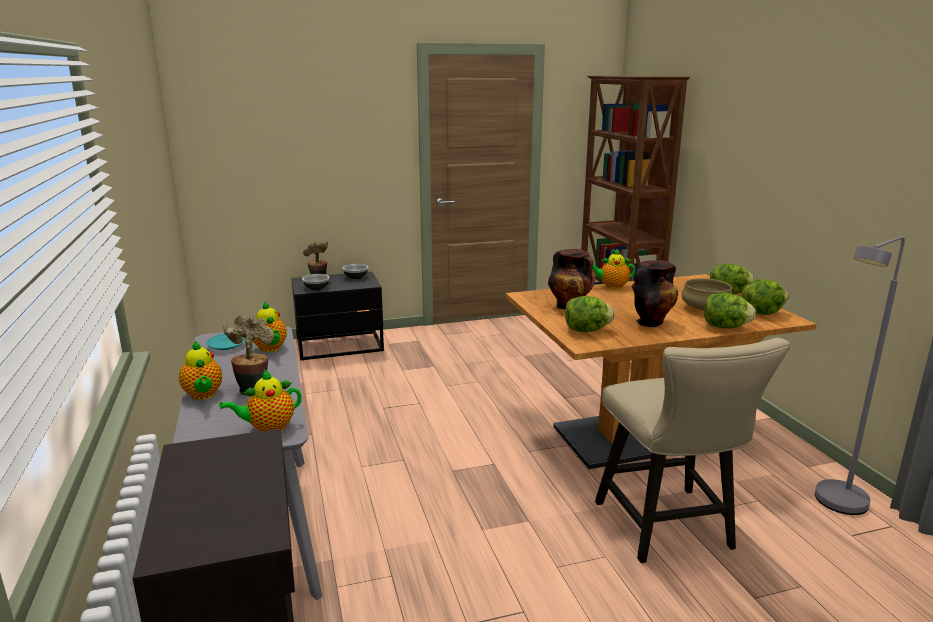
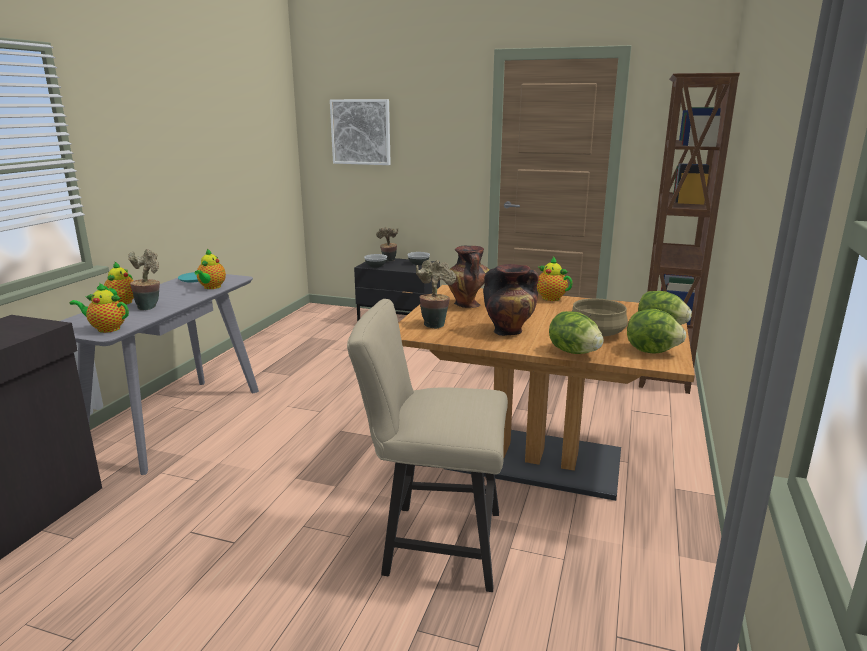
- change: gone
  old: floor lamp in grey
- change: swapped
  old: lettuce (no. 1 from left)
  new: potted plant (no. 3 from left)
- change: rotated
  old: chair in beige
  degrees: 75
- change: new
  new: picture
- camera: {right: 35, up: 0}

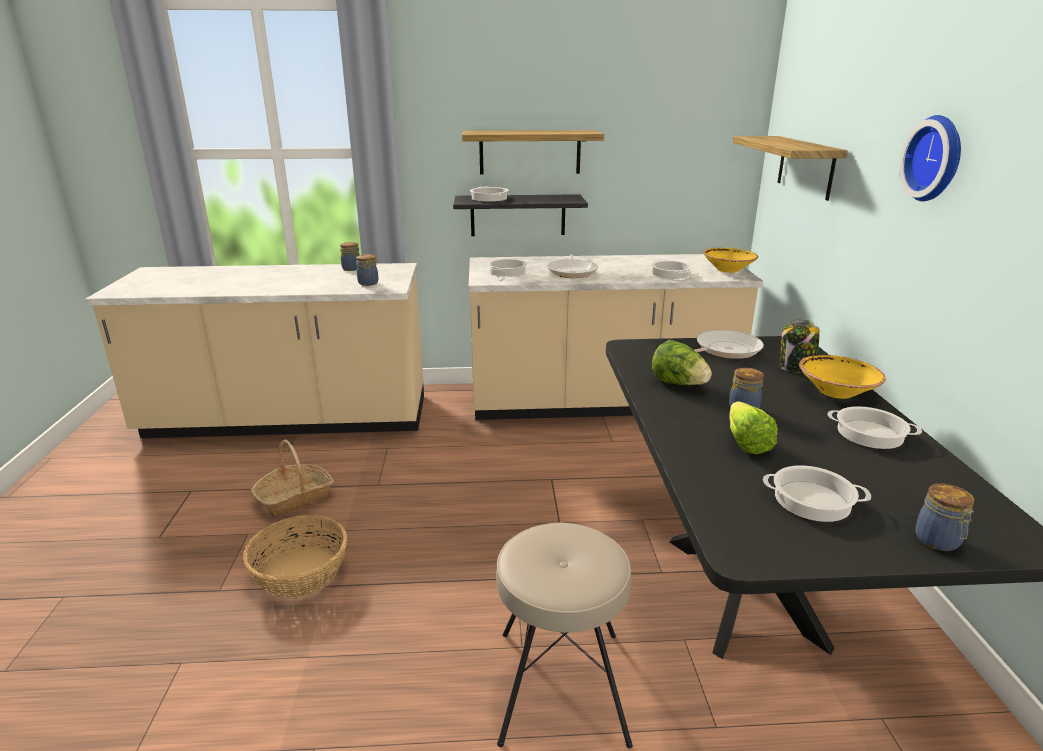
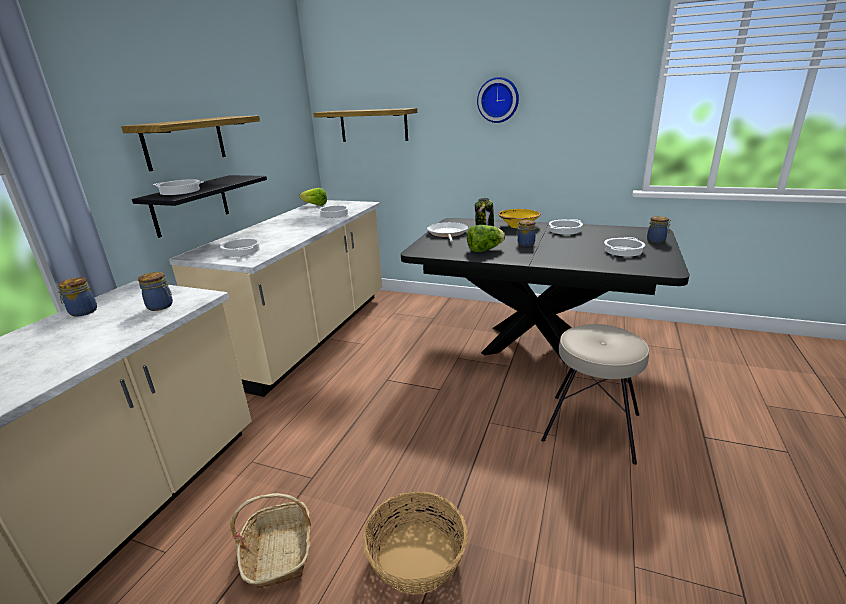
- change: gone
  old: bowl in yellow (no. 1 from left)
- change: gone
  old: frying pan (no. 1 from left)
- change: shifted
  old: lettuce (no. 2 from left in the first image)
  new: lettuce (no. 1 from left)
- camera: {right: -65, up: 0}

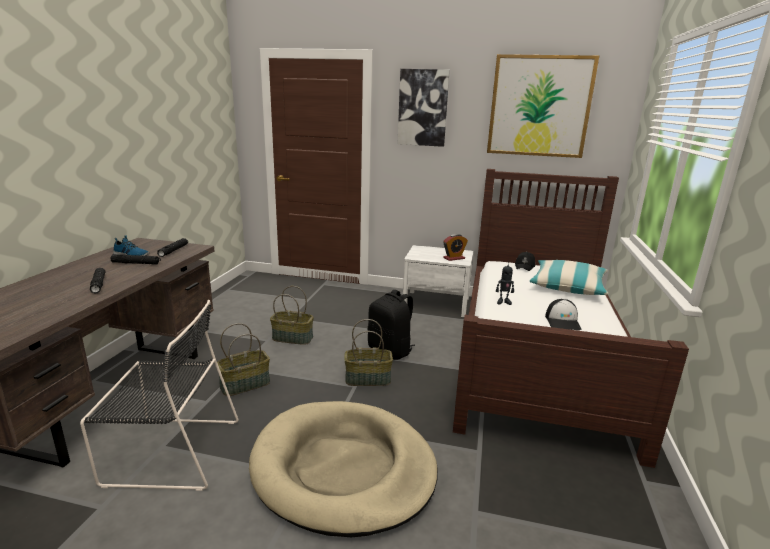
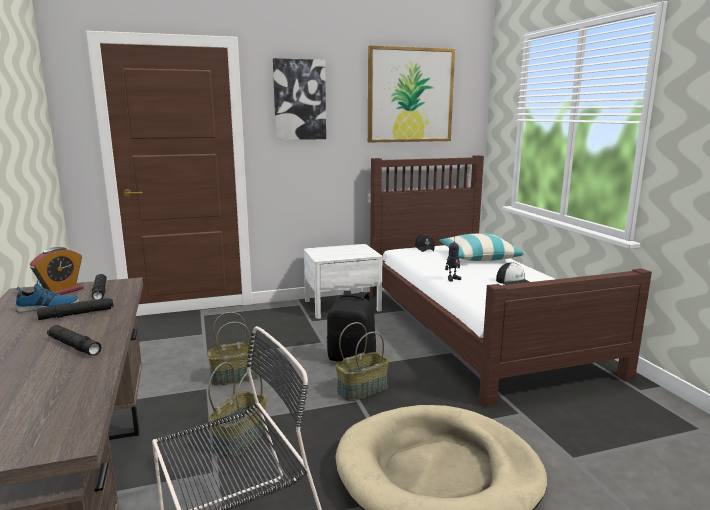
- change: shifted
  old: alarm clock
- camera: {right: -30, up: -5}

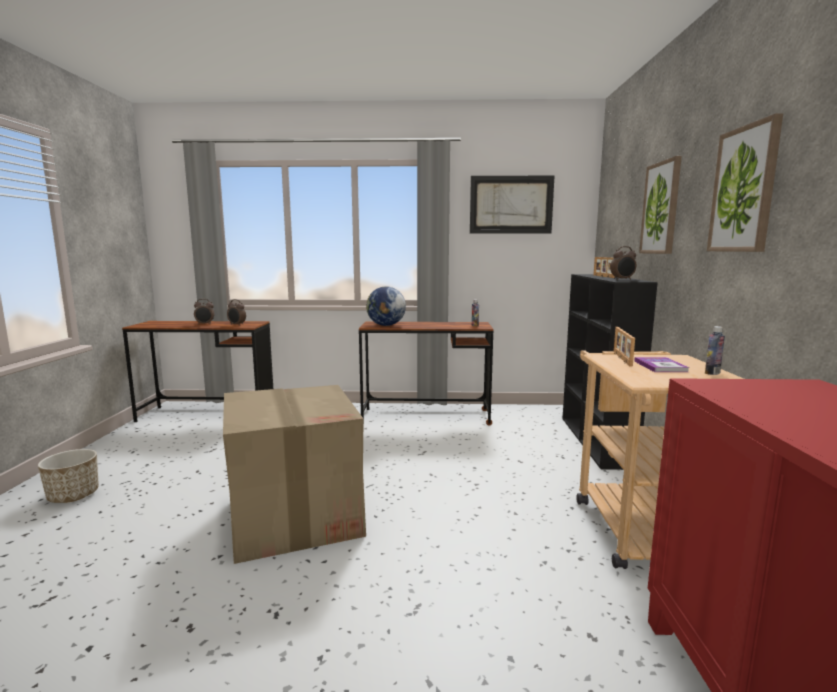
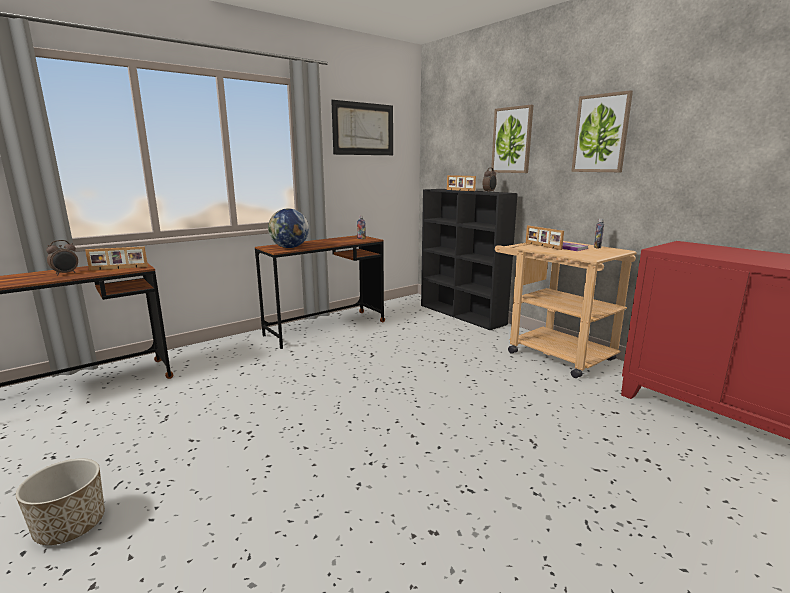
- change: swapped
  old: alarm clock (no. 2 from left)
  new: picture frame (no. 1 from left)
- change: gone
  old: cardboard box
- camera: {right: -40, up: 5}

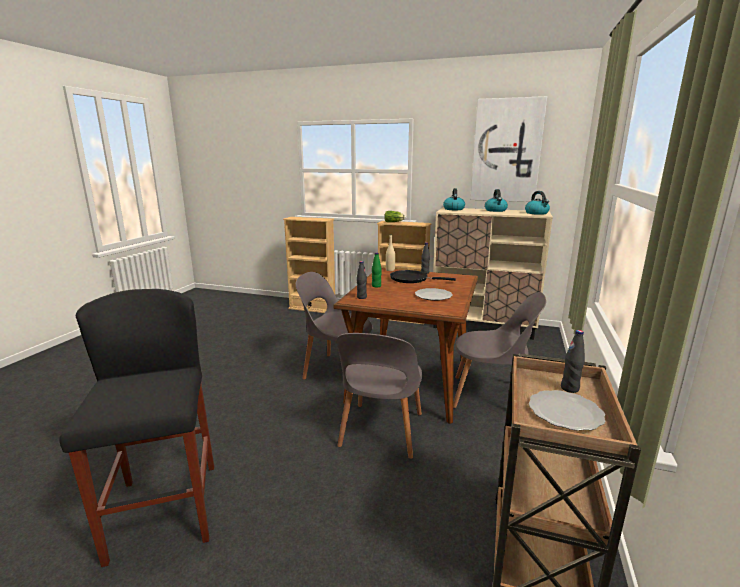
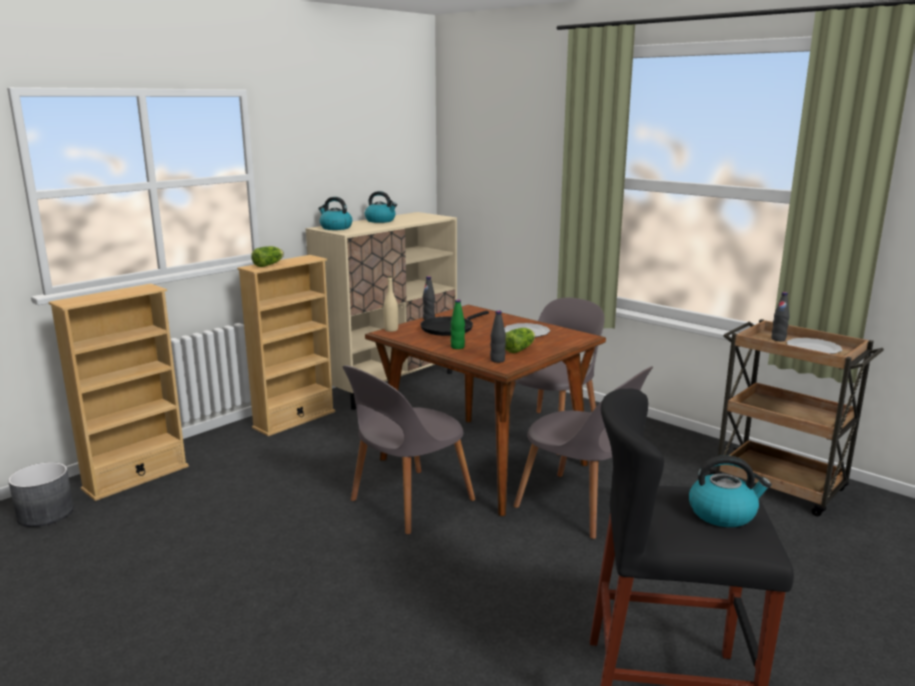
- change: gone
  old: picture
- change: shifted
  old: kettle (no. 3 from left)
- change: new
  new: lettuce (no. 2 from left)
- change: new
  new: planter in grey
- camera: {right: -65, up: 0}

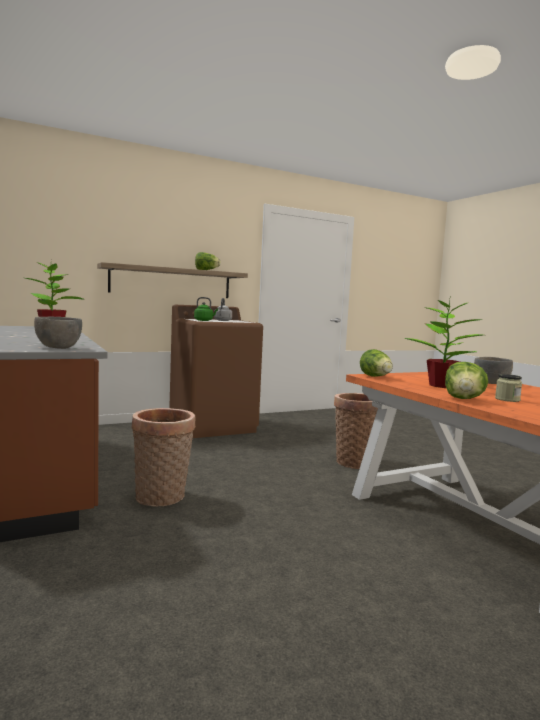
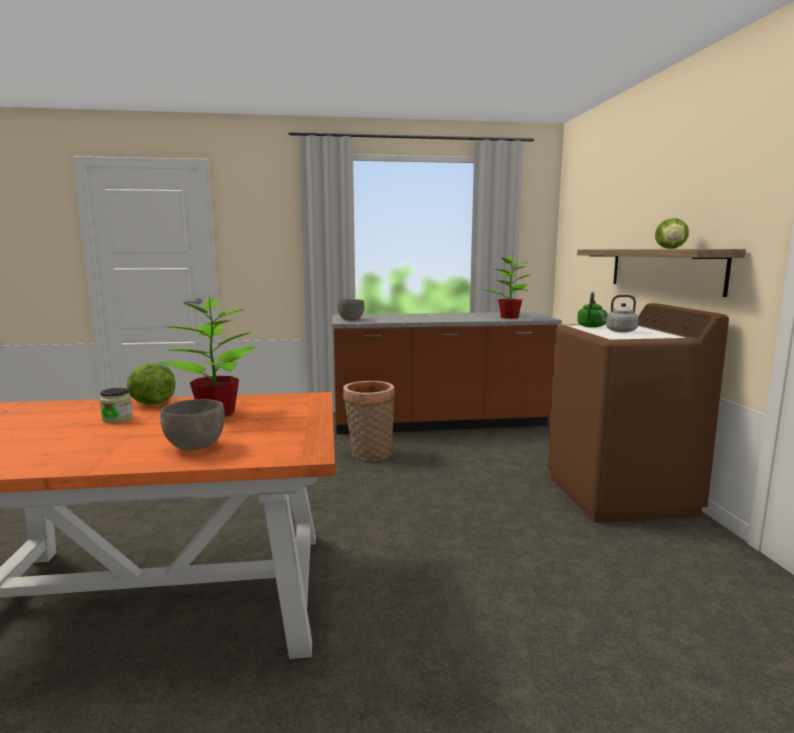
- change: gone
  old: lettuce (no. 2 from left)
- change: gone
  old: basket (no. 2 from left)
- camera: {right: 110, up: 5}

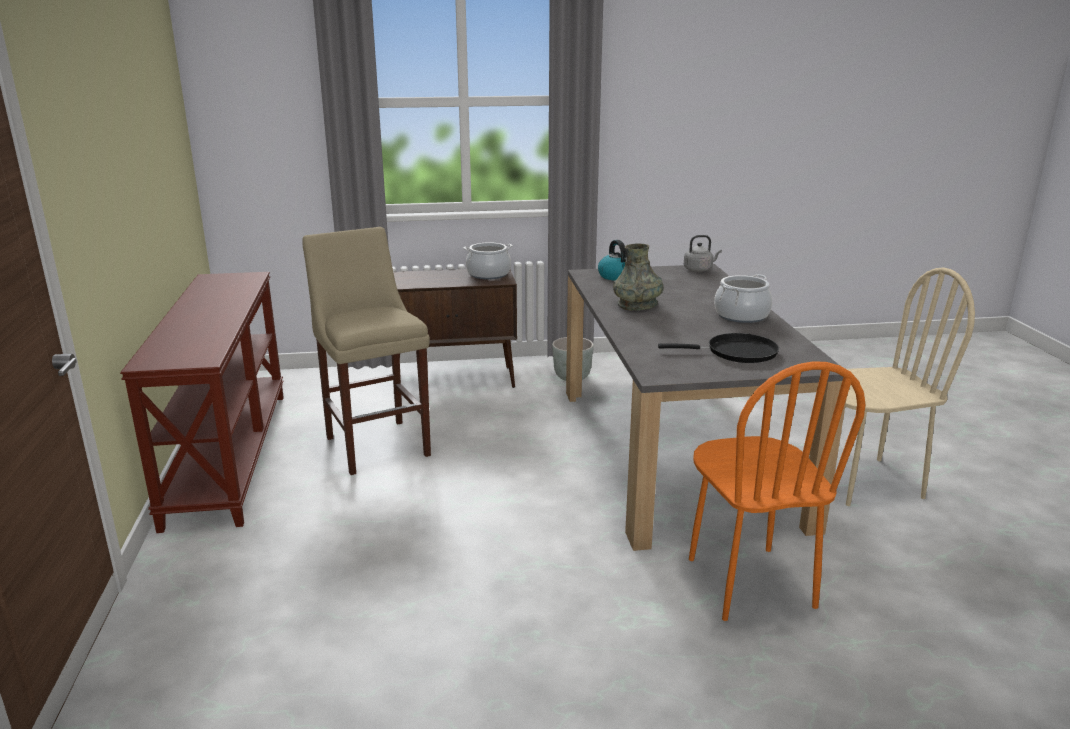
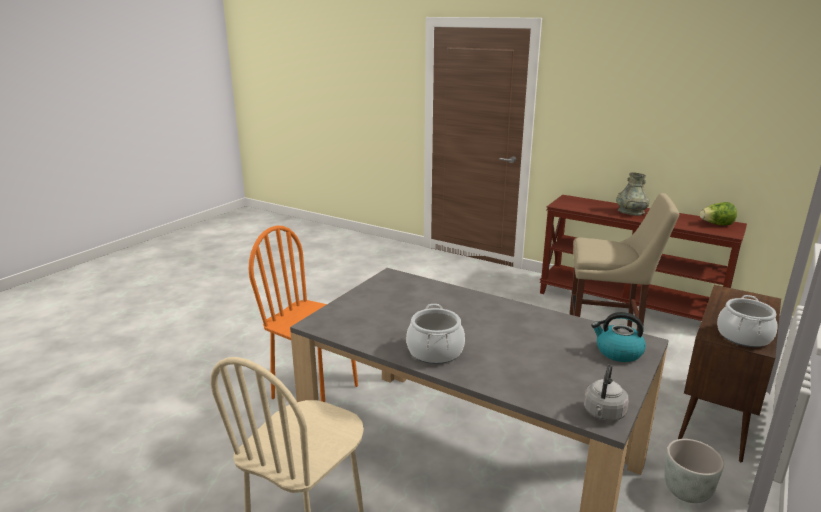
- change: shifted
  old: vase in grey
- change: gone
  old: frying pan in black
- change: new
  new: lettuce
- camera: {right: 130, up: 0}

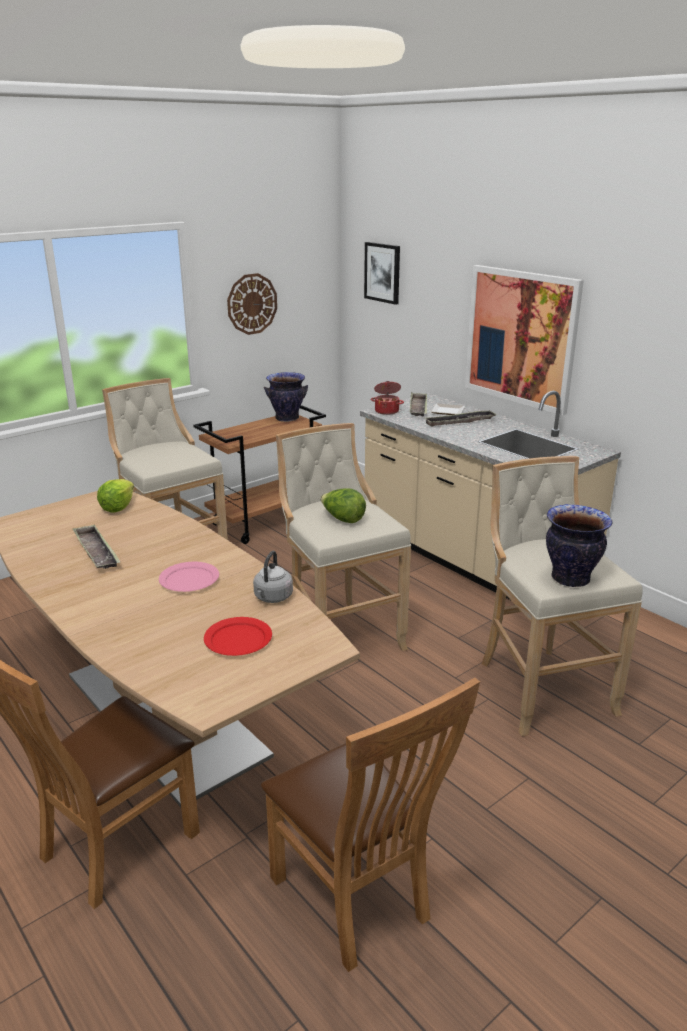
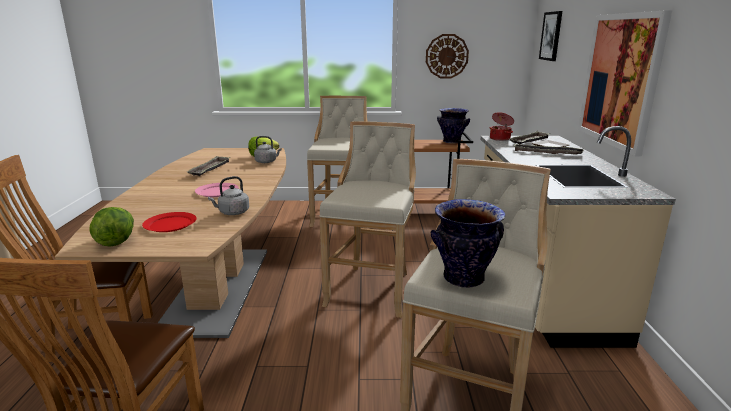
- change: shifted
  old: lettuce (no. 2 from left in the first image)
  new: lettuce (no. 1 from left)
- change: new
  new: kettle in grey (no. 2 from left)
- camera: {right: 40, up: -5}

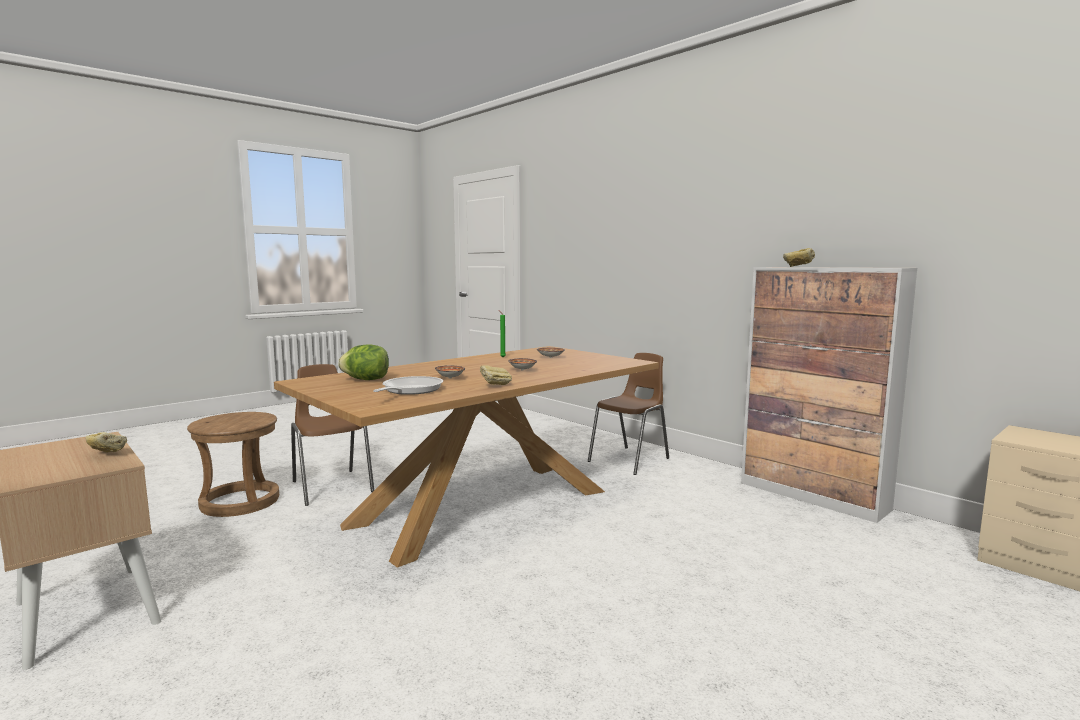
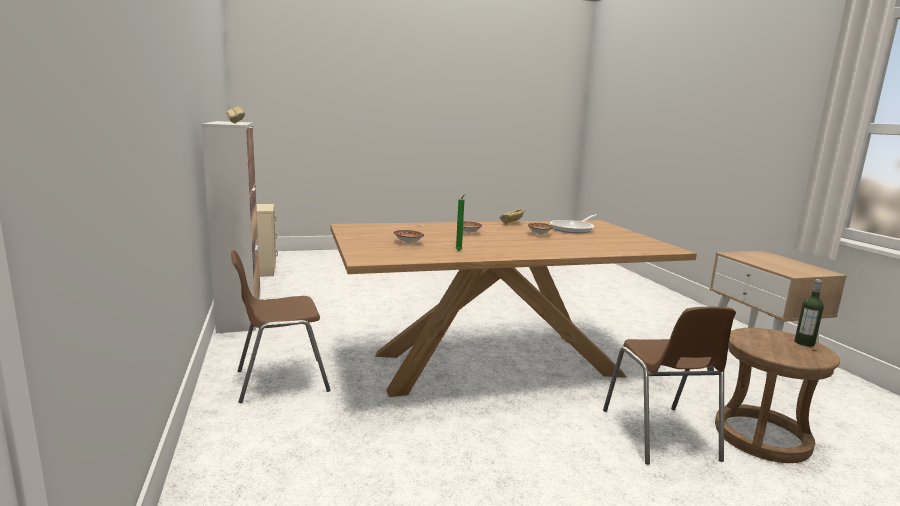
- change: gone
  old: lettuce
- change: gone
  old: bread (no. 1 from left)
- change: new
  new: bottle
- camera: {right: -155, up: 5}

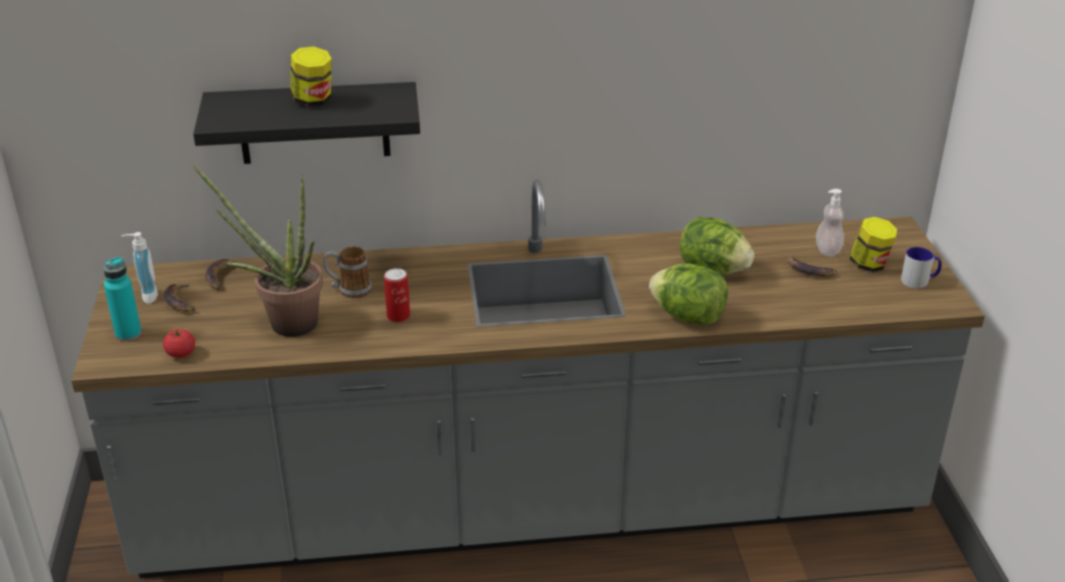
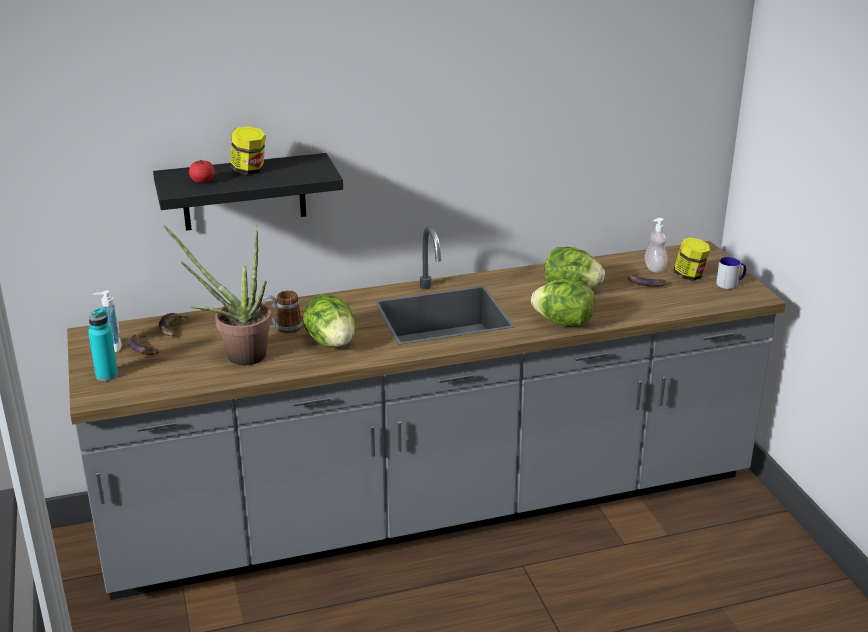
- change: swapped
  old: can
  new: lettuce (no. 1 from left)
- change: shifted
  old: tomato
- camera: {right: -10, up: -5}

